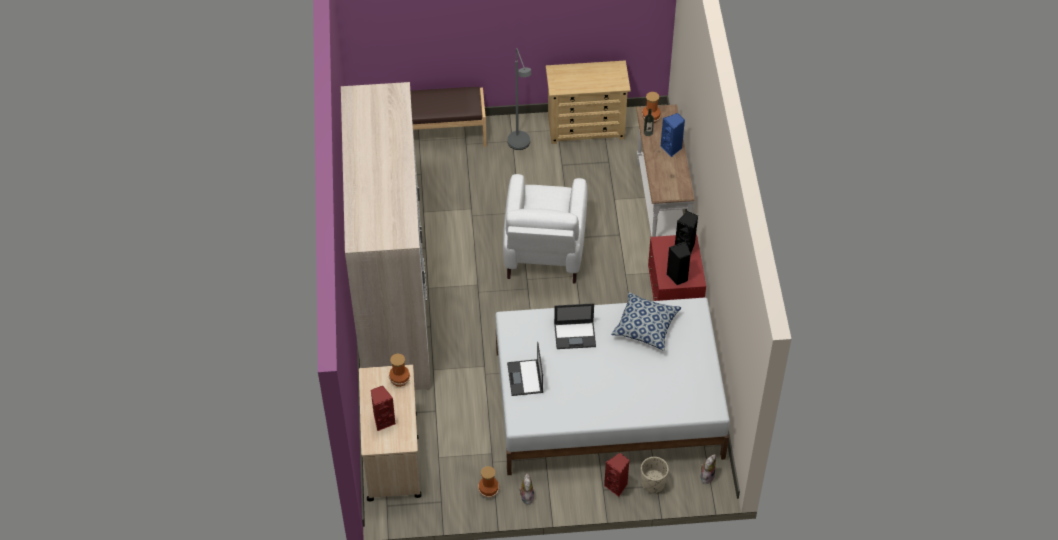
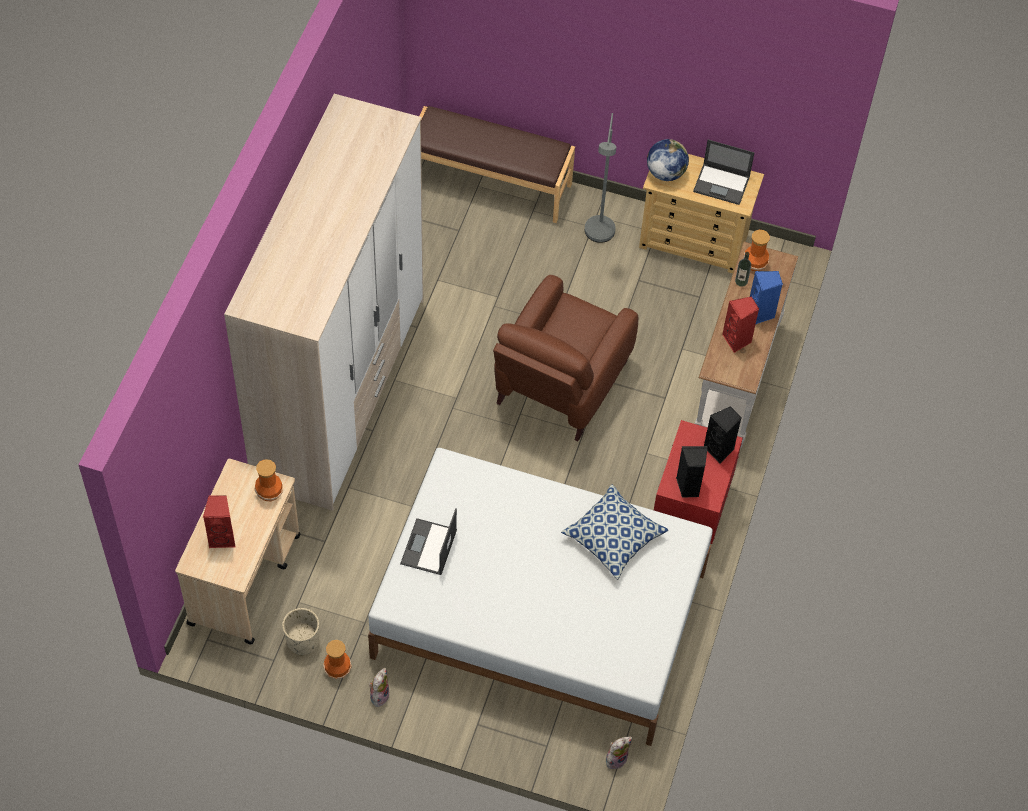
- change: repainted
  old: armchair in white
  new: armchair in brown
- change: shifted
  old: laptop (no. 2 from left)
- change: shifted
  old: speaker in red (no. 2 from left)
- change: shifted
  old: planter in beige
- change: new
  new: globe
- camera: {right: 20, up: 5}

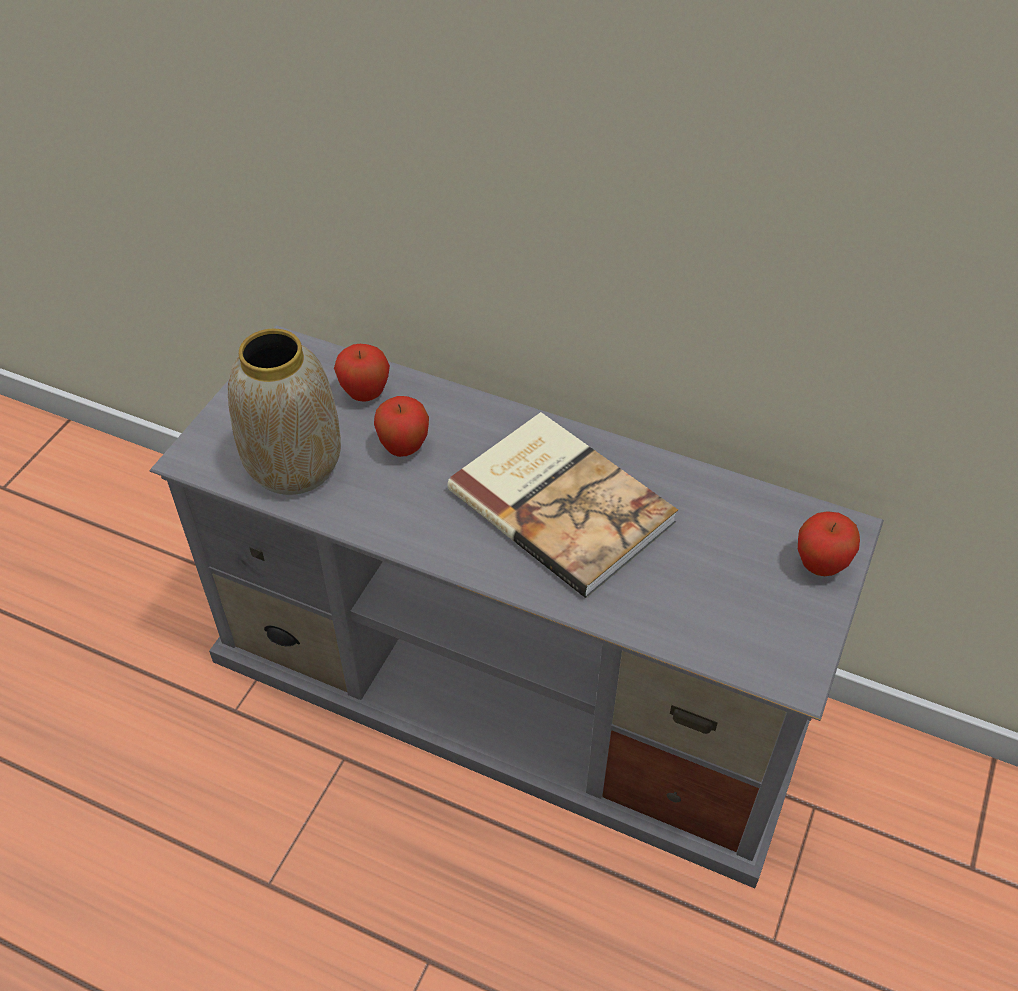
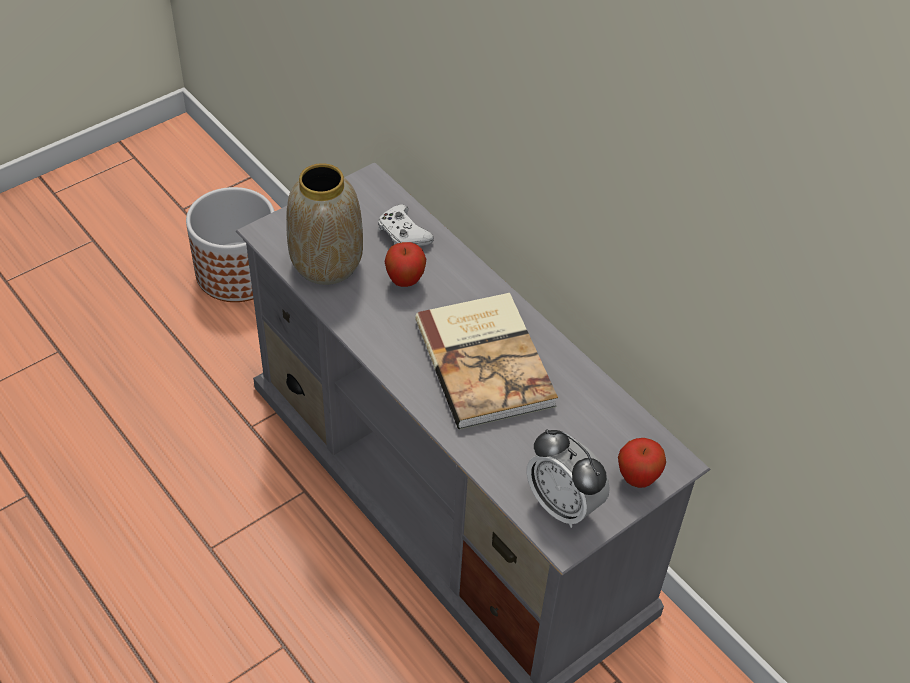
- change: swapped
  old: apple (no. 1 from left)
  new: game controller in white
- change: new
  new: planter
- change: new
  new: alarm clock
- camera: {right: 25, up: 0}

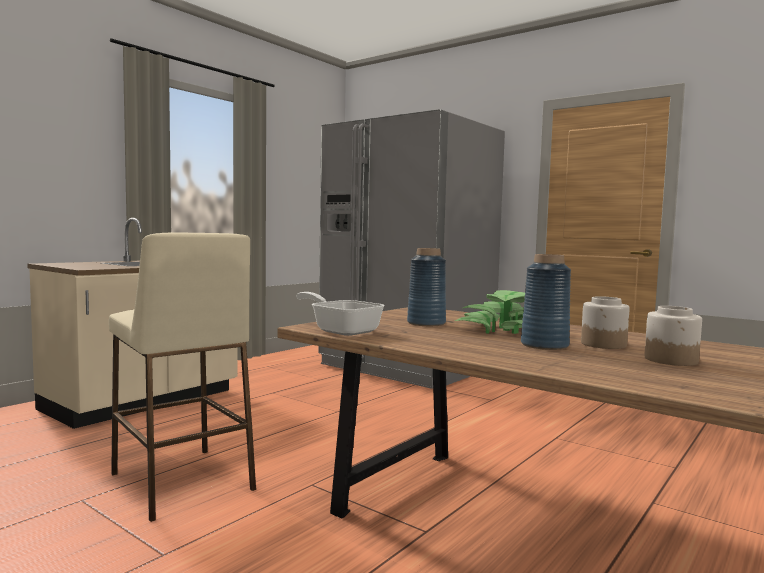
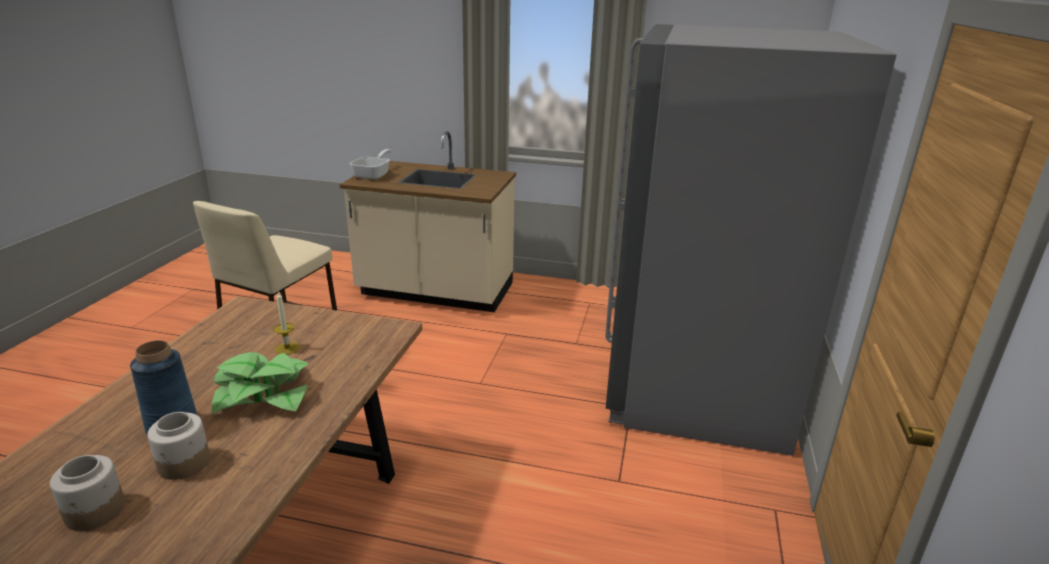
- change: swapped
  old: vase in blue (no. 1 from left)
  new: candle
- change: shifted
  old: frying pan
- camera: {right: 65, up: 20}

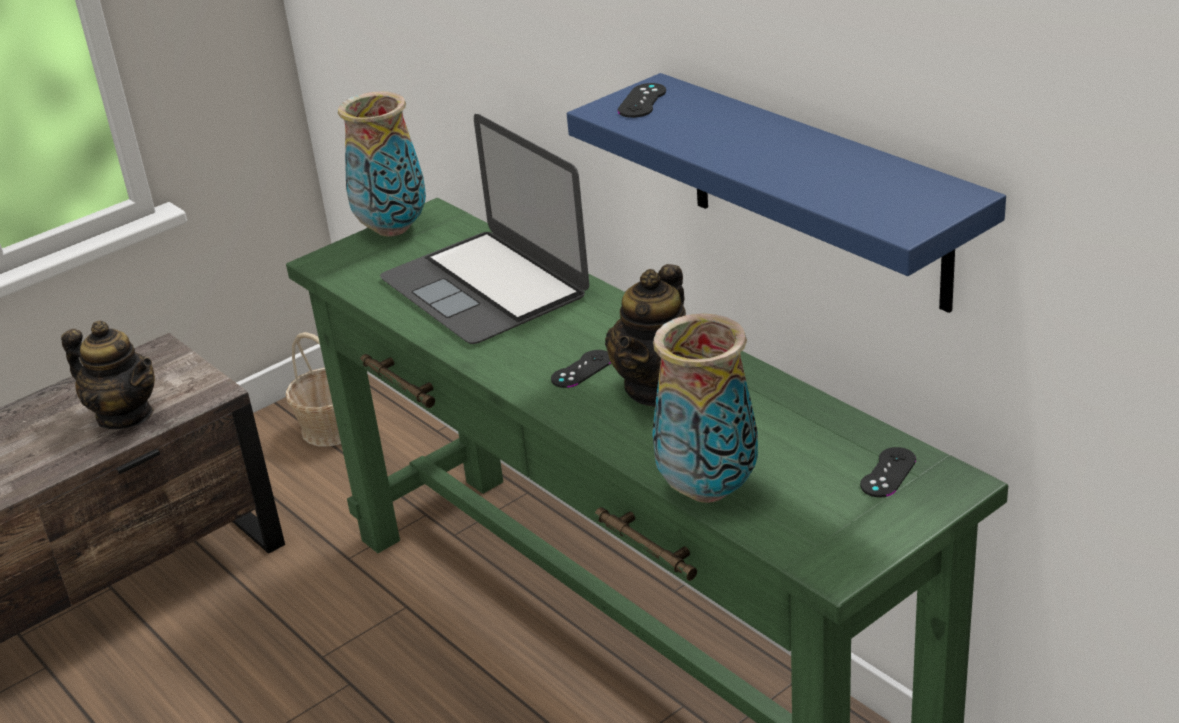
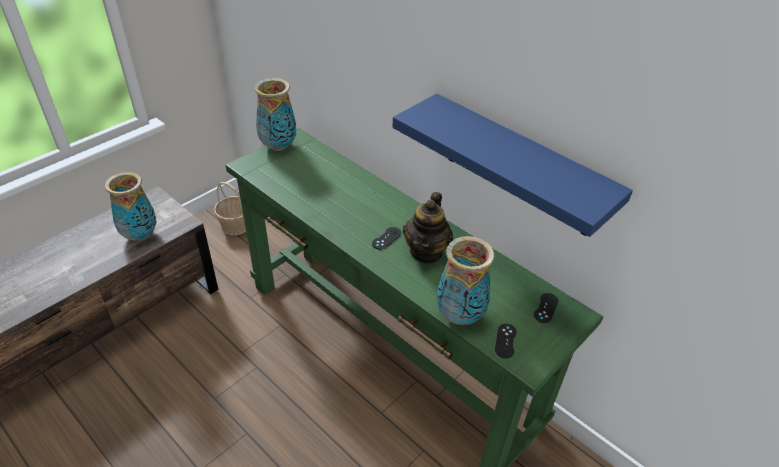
- change: shifted
  old: game controller in black (no. 2 from left)
- change: gone
  old: laptop
- change: swapped
  old: teapot (no. 1 from left)
  new: vase (no. 1 from left)
- camera: {right: -10, up: 10}

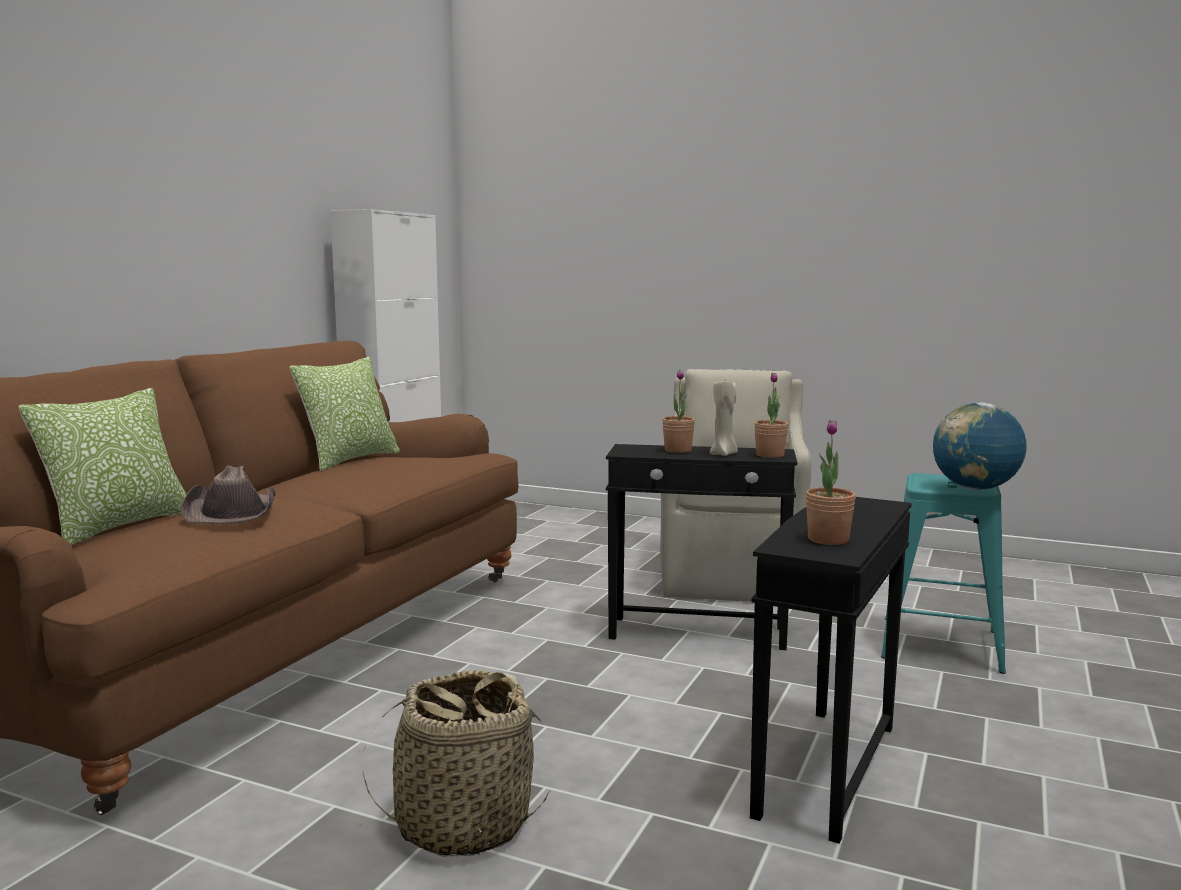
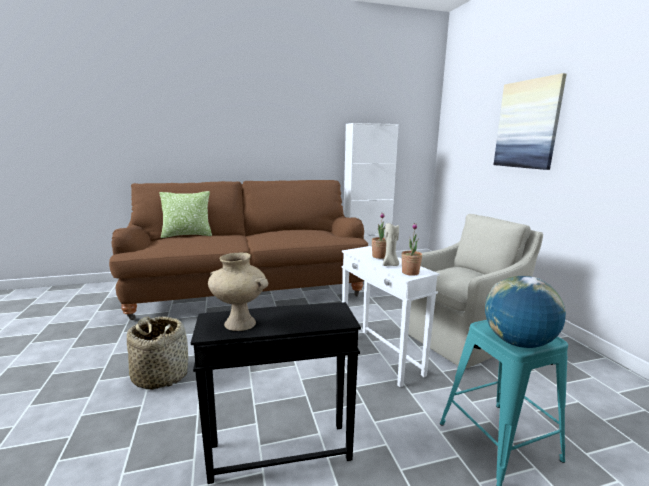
- change: gone
  old: pillow (no. 2 from left)
- change: swapped
  old: potted plant (no. 3 from left)
  new: vase in beige
- change: repainted
  old: side table in black (no. 1 from left)
  new: side table in white
- change: gone
  old: hat in brown
- change: new
  new: picture
- camera: {right: 50, up: 5}

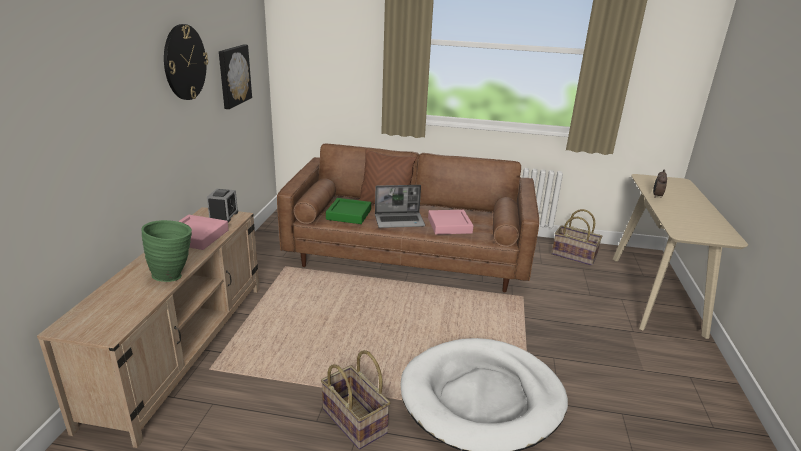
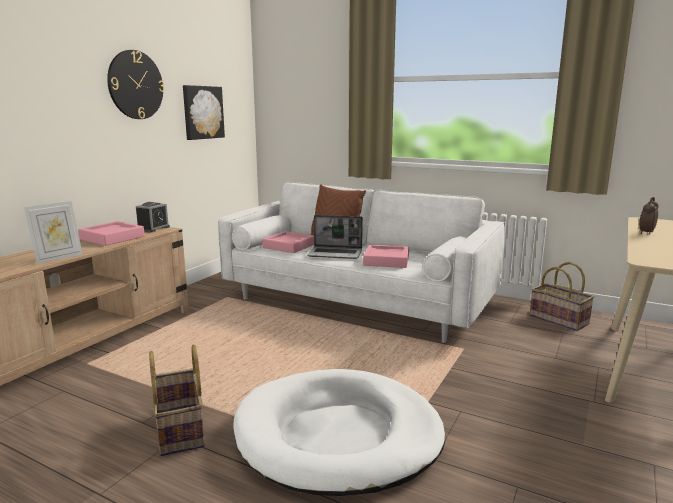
- change: repainted
  old: sofa in brown
  new: sofa in white
- change: repainted
  old: tray in green
  new: tray in pink (no. 2 from left)
- change: swapped
  old: vase in green
  new: picture frame
- camera: {right: 20, up: -10}

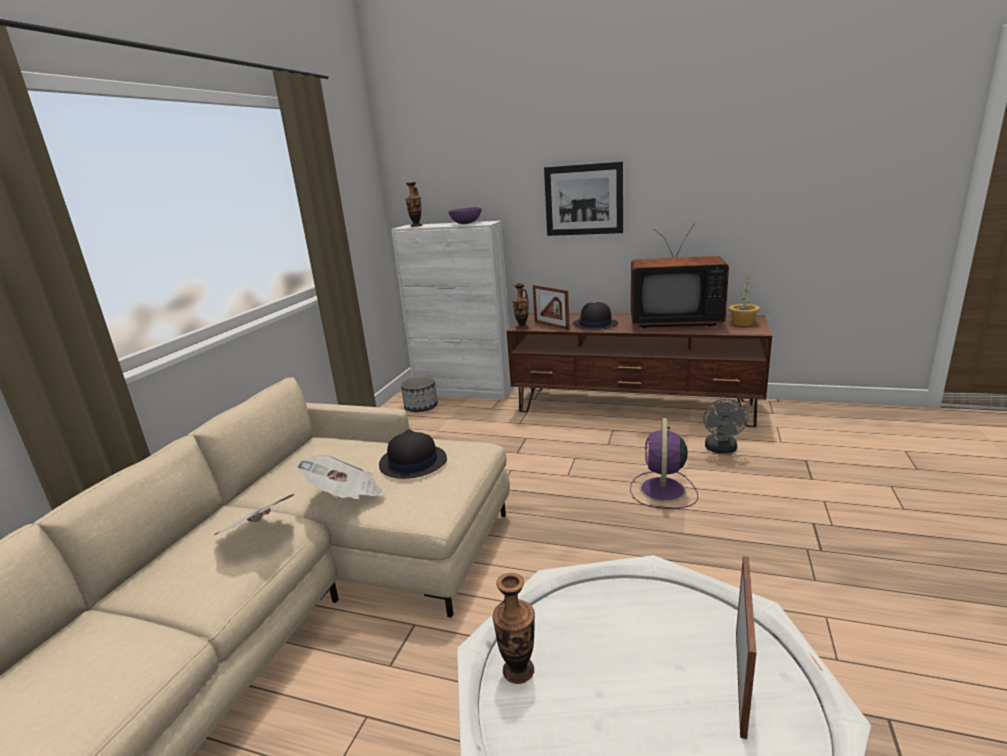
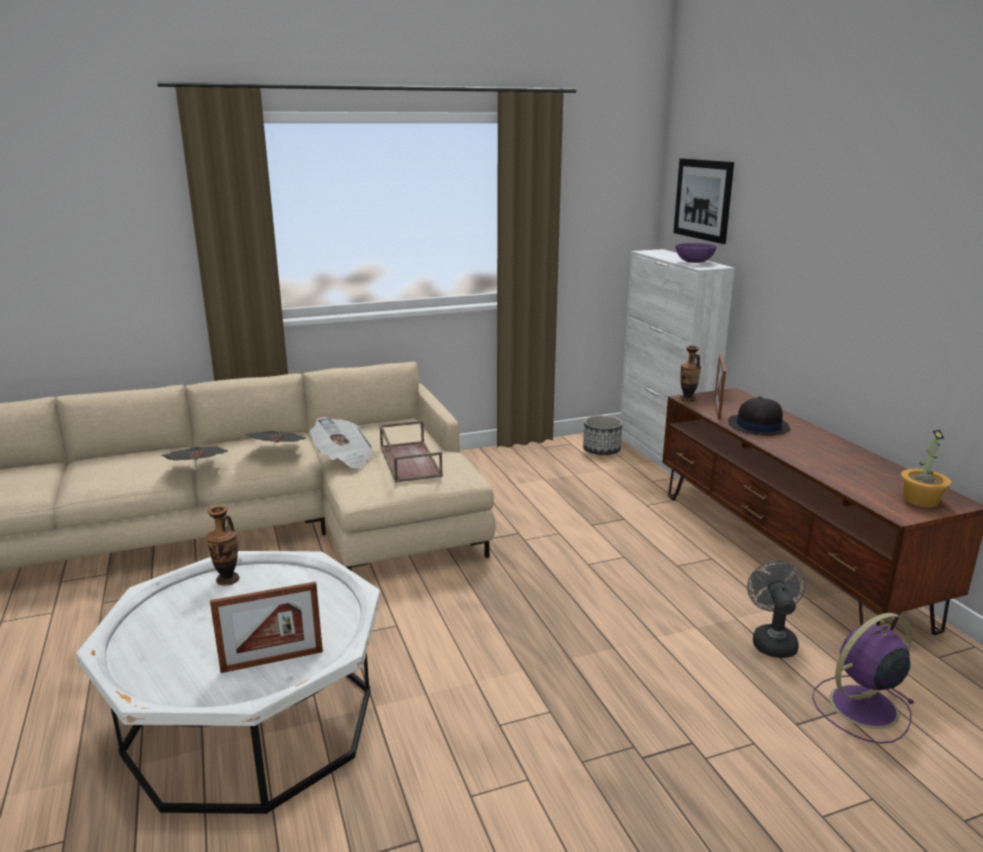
- change: shifted
  old: picture
- change: gone
  old: vase (no. 1 from left)
- change: gone
  old: television
- change: rotated
  old: fan in grey
  degrees: 120
- change: shifted
  old: fan in purple
- change: swapped
  old: hat in black (no. 1 from left)
  new: tray in brown
- change: new
  new: newspaper (no. 1 from left)
- camera: {right: 50, up: 0}

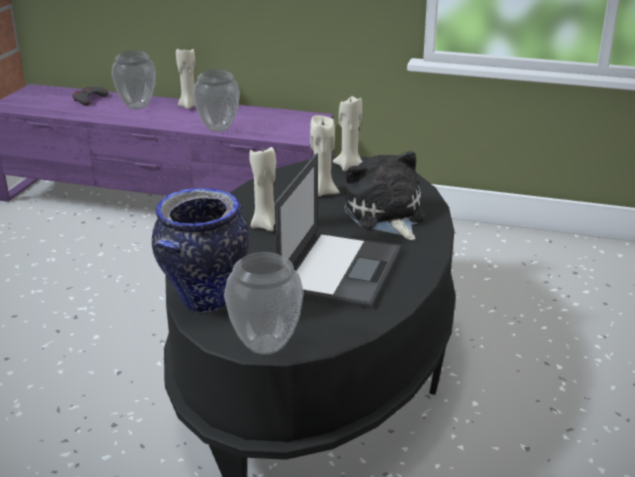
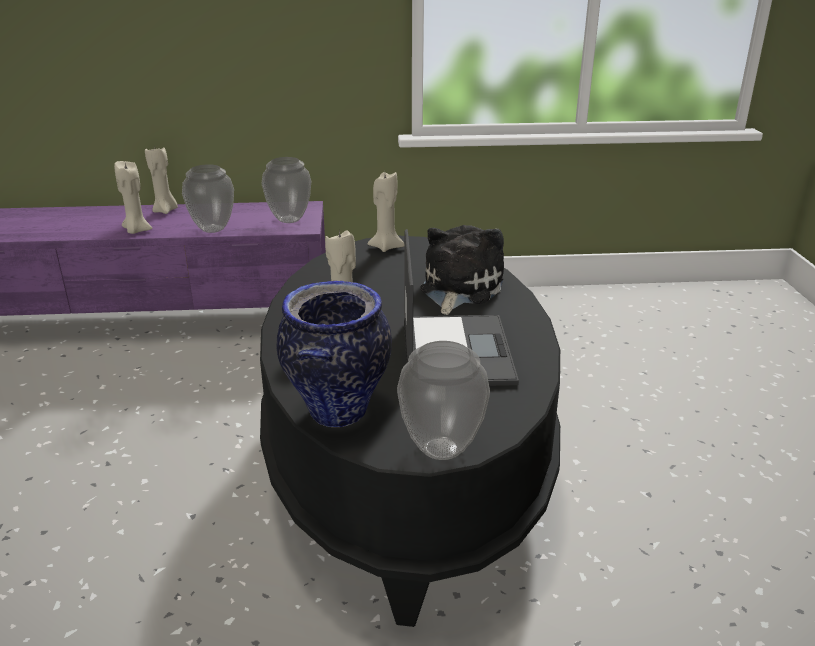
- change: shifted
  old: vase (no. 1 from left in the first image)
  new: vase (no. 2 from left)
- change: gone
  old: game controller in grey
- change: shifted
  old: candle in beige (no. 3 from left in the first image)
  new: candle in beige (no. 1 from left)
- change: rotated
  old: plush toy
  degrees: 60
- camera: {right: -20, up: 0}

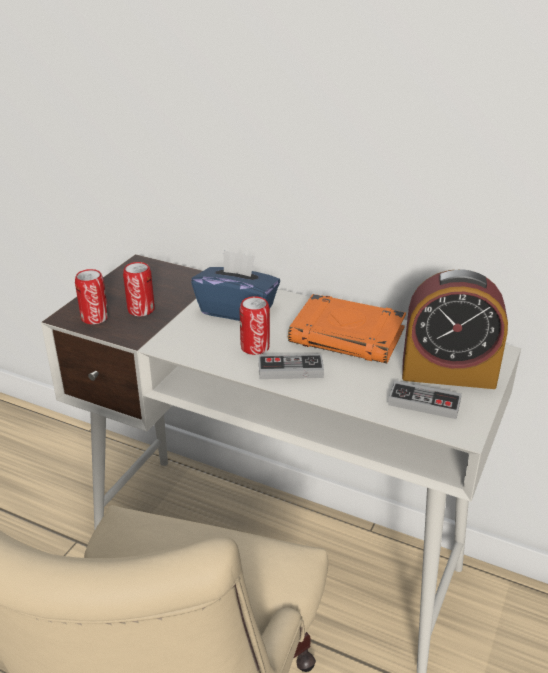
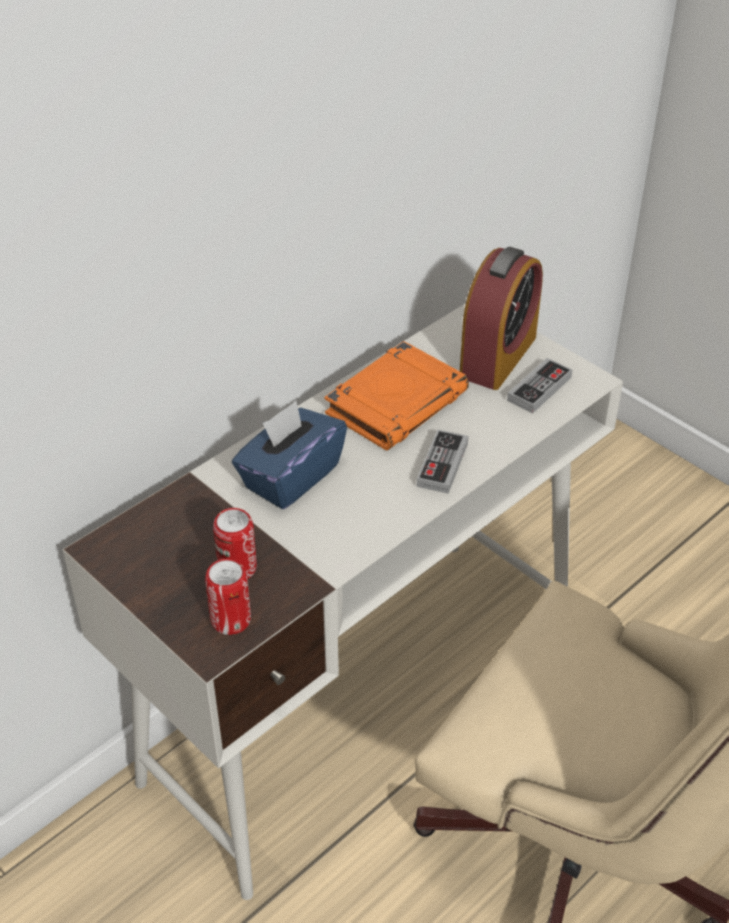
- change: gone
  old: can (no. 3 from left)
- camera: {right: -70, up: 10}

